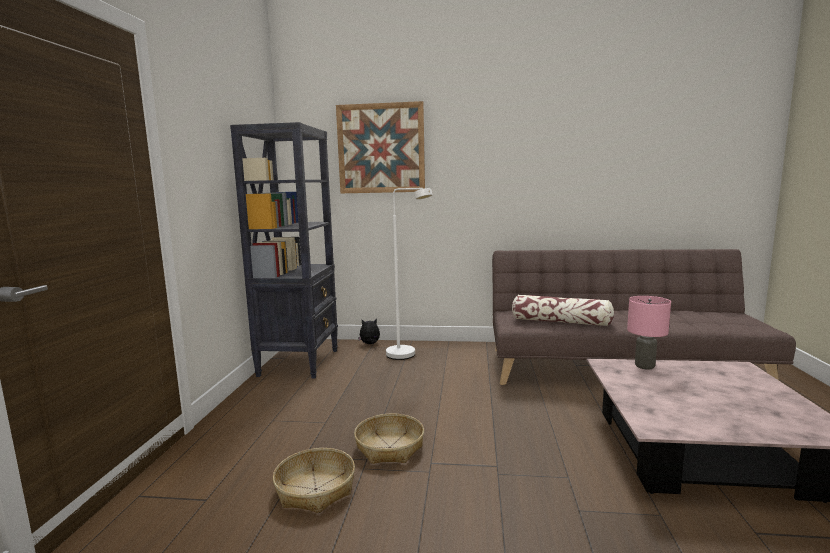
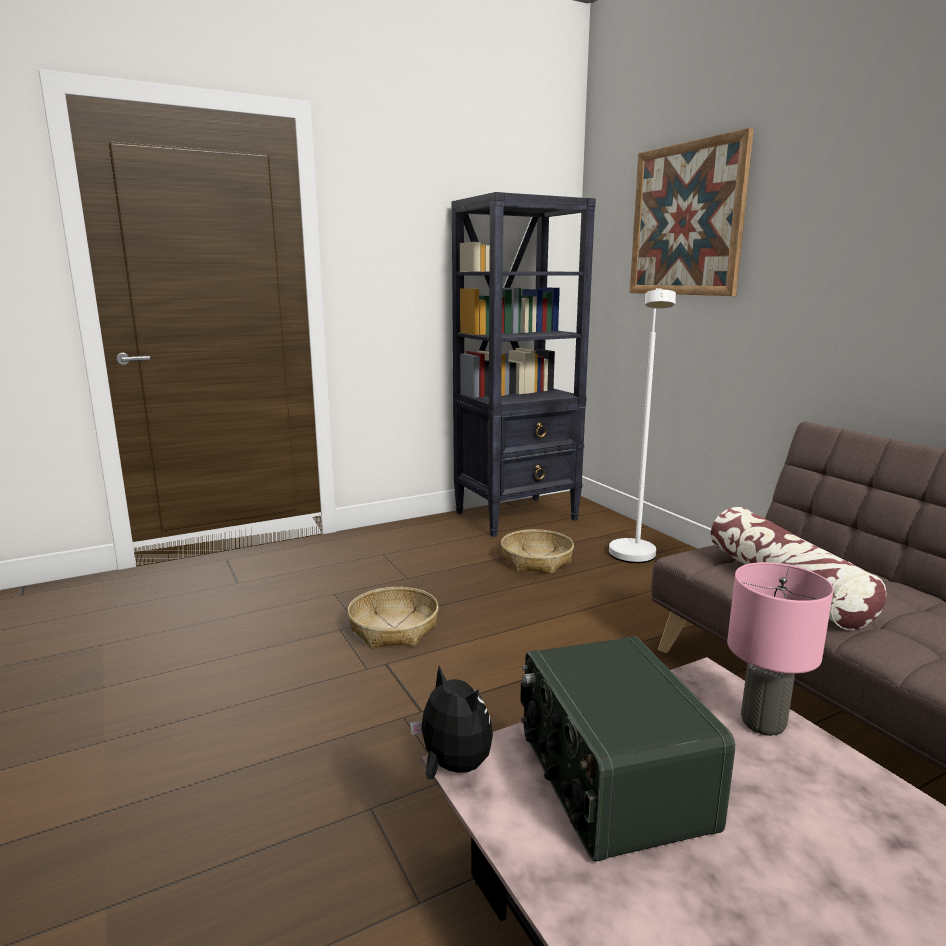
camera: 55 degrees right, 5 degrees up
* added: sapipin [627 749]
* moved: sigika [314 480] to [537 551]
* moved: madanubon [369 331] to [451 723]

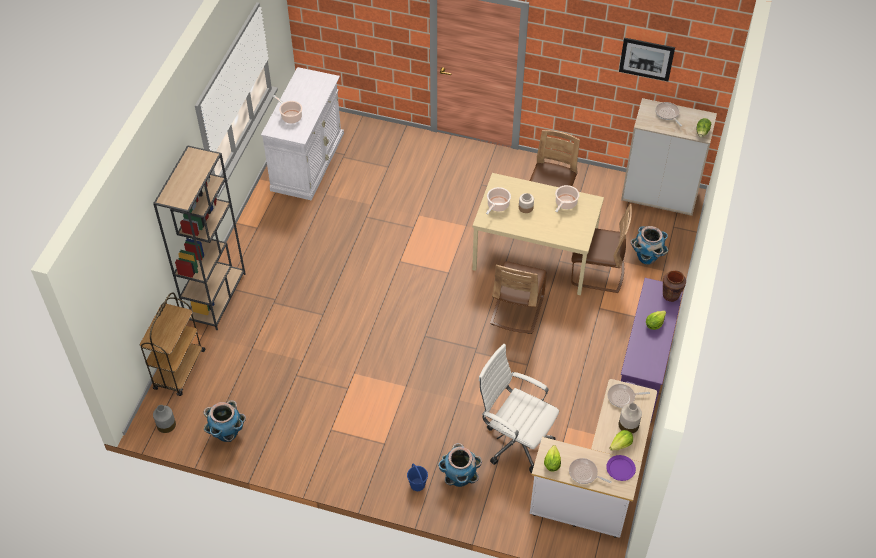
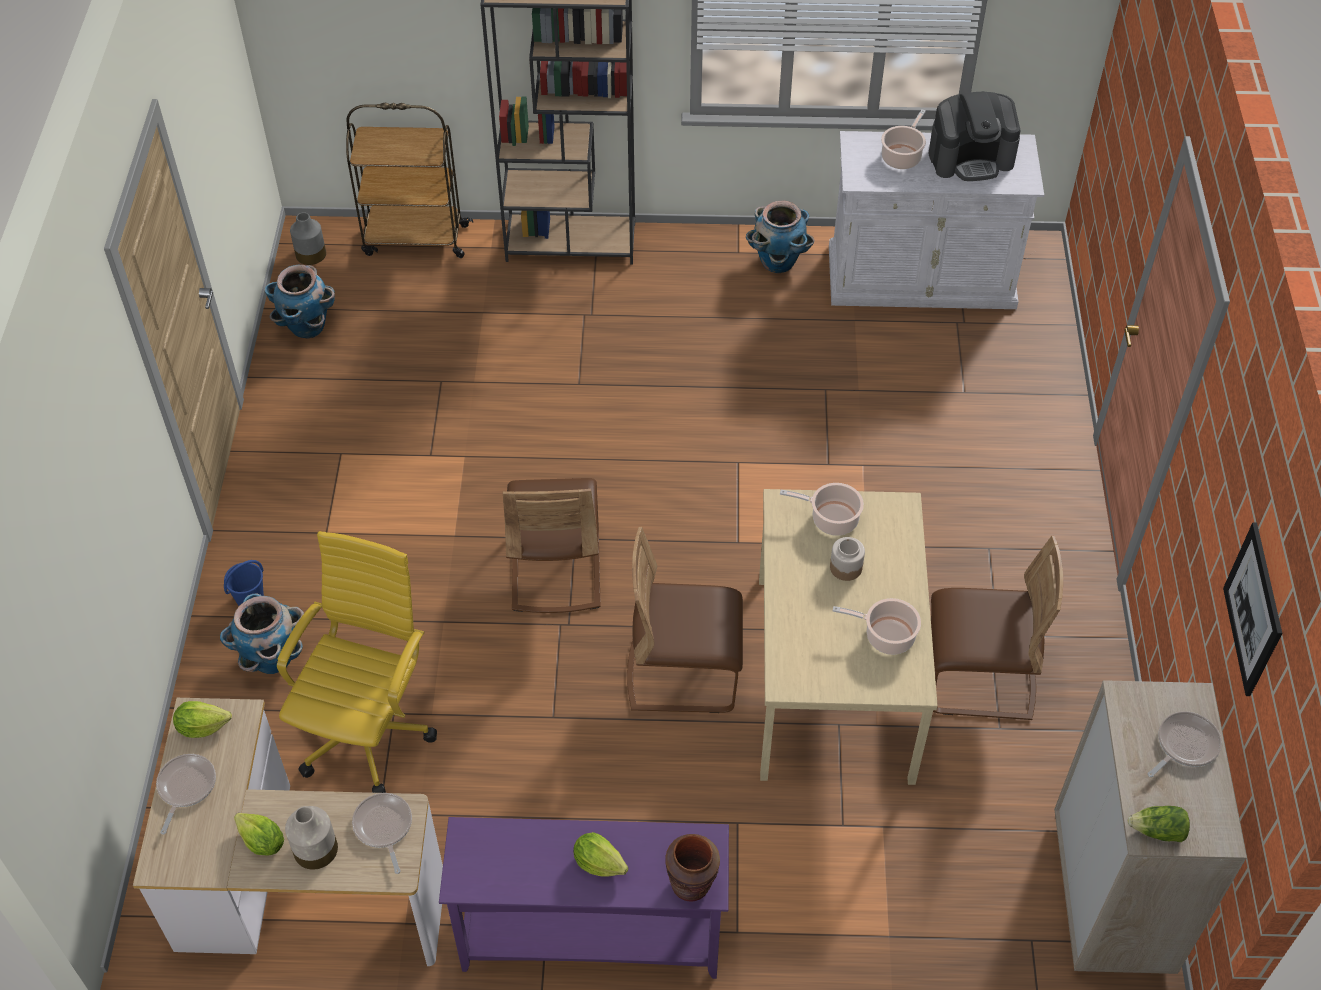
camera: 75 degrees right, 0 degrees up
* removed: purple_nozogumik [621 468]
* added: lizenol [974 136]
* moved: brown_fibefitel [601 248] to [552 545]
* moved: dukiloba [649 245] to [780 237]
* recoloured: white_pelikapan [519 408] to yellow_pelikapan [357 662]

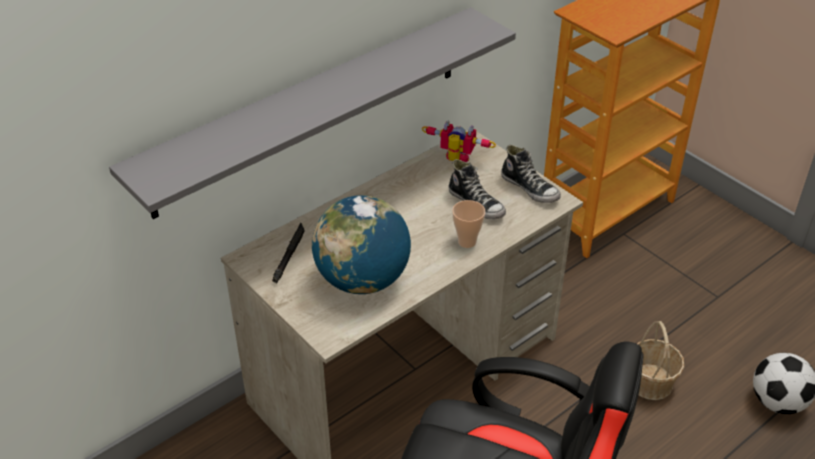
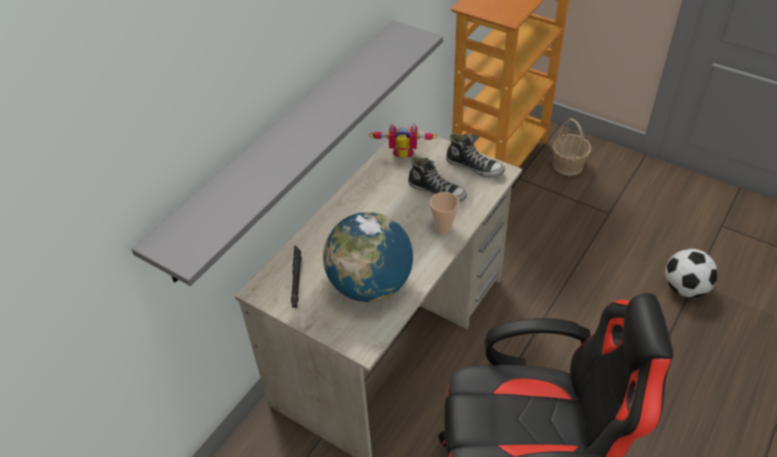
camera: 15 degrees left, 5 degrees up
* moved: sigika [660 360] to [571 147]

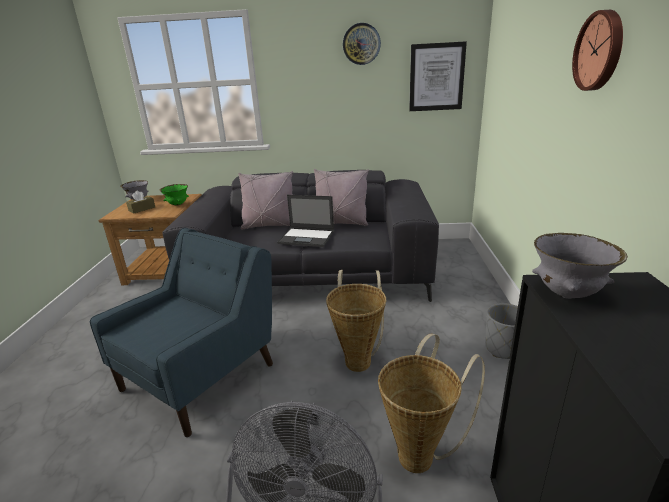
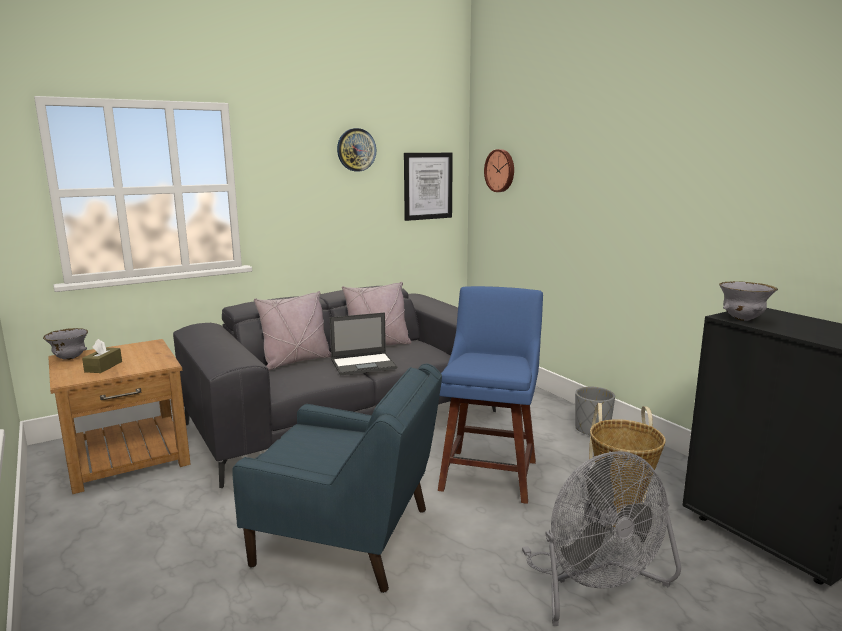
camera: 35 degrees left, 10 degrees down
* removed: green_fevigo [174 194]
* moved: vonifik [597 50] to [499 170]
* replaced: sigika [356 321] to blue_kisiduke [490 395]
* turned: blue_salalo [181 332] = [337 478] 105 degrees clockwise

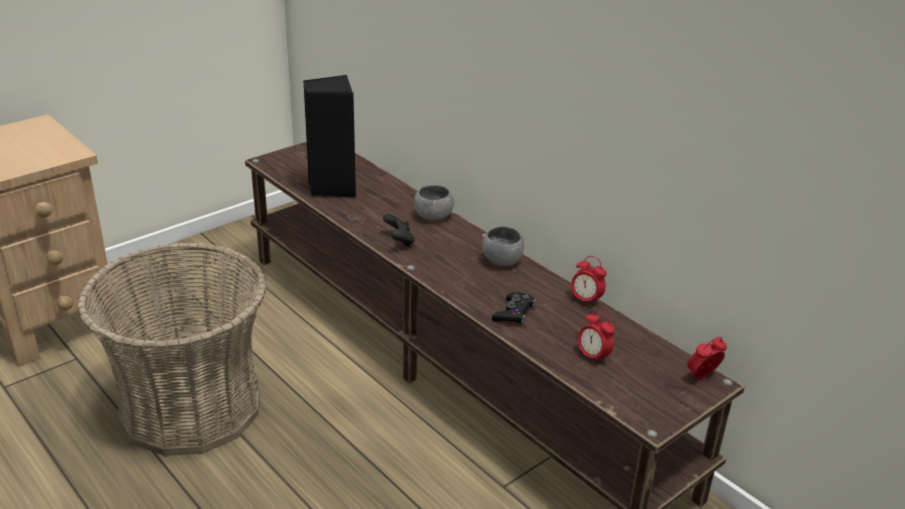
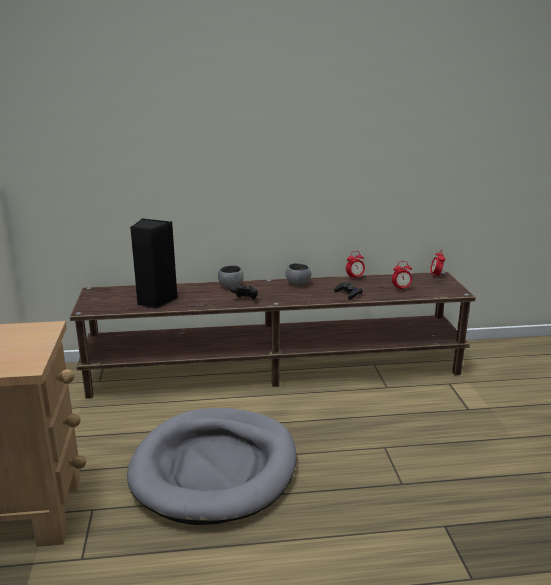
camera: 55 degrees left, 10 degrees down
* replaced: sigika [171 349] to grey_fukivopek [211 466]

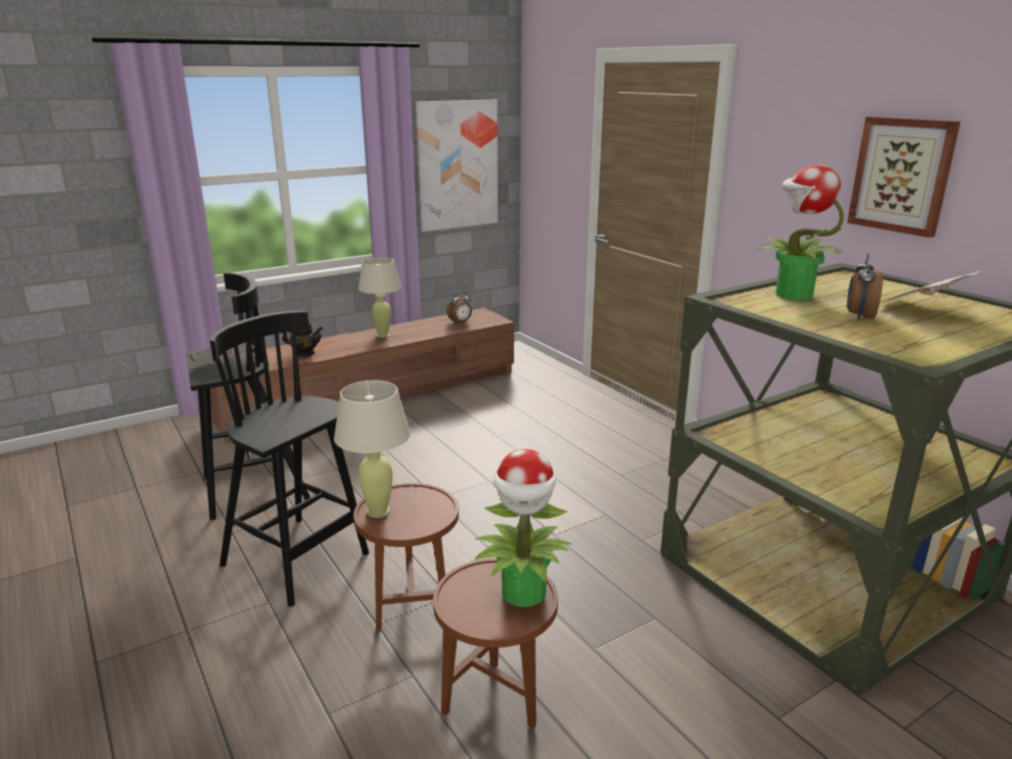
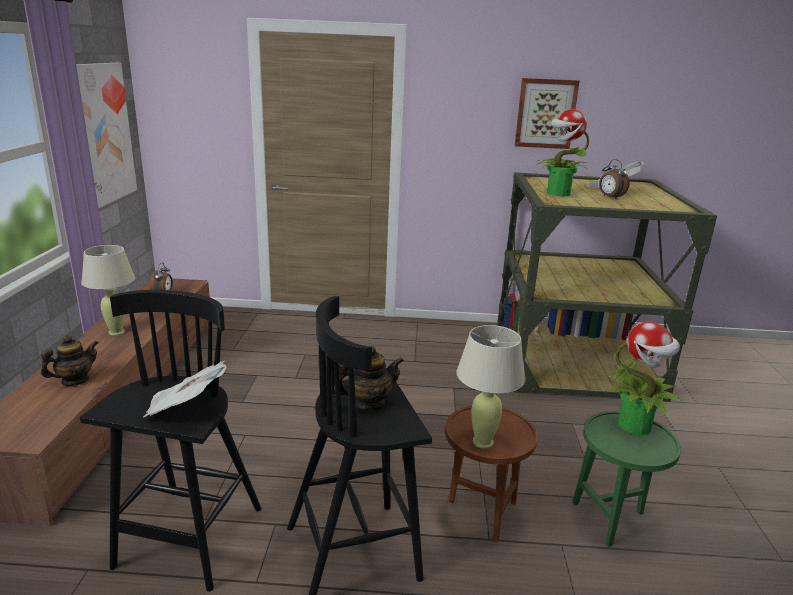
camera: 55 degrees left, 0 degrees up
* added: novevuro [369 378]
* recoloured: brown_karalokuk [495 643] to green_karalokuk [627 479]

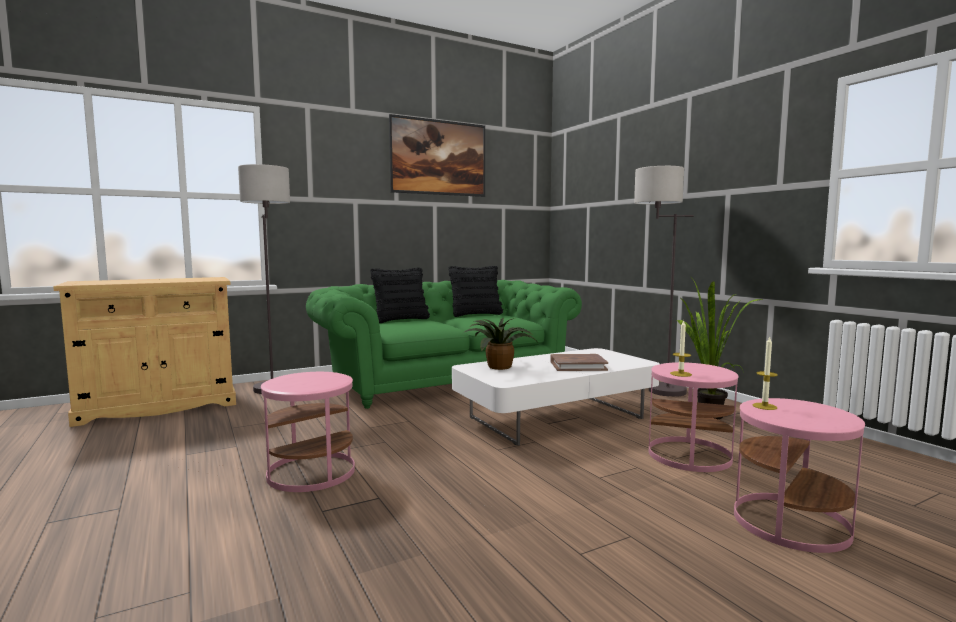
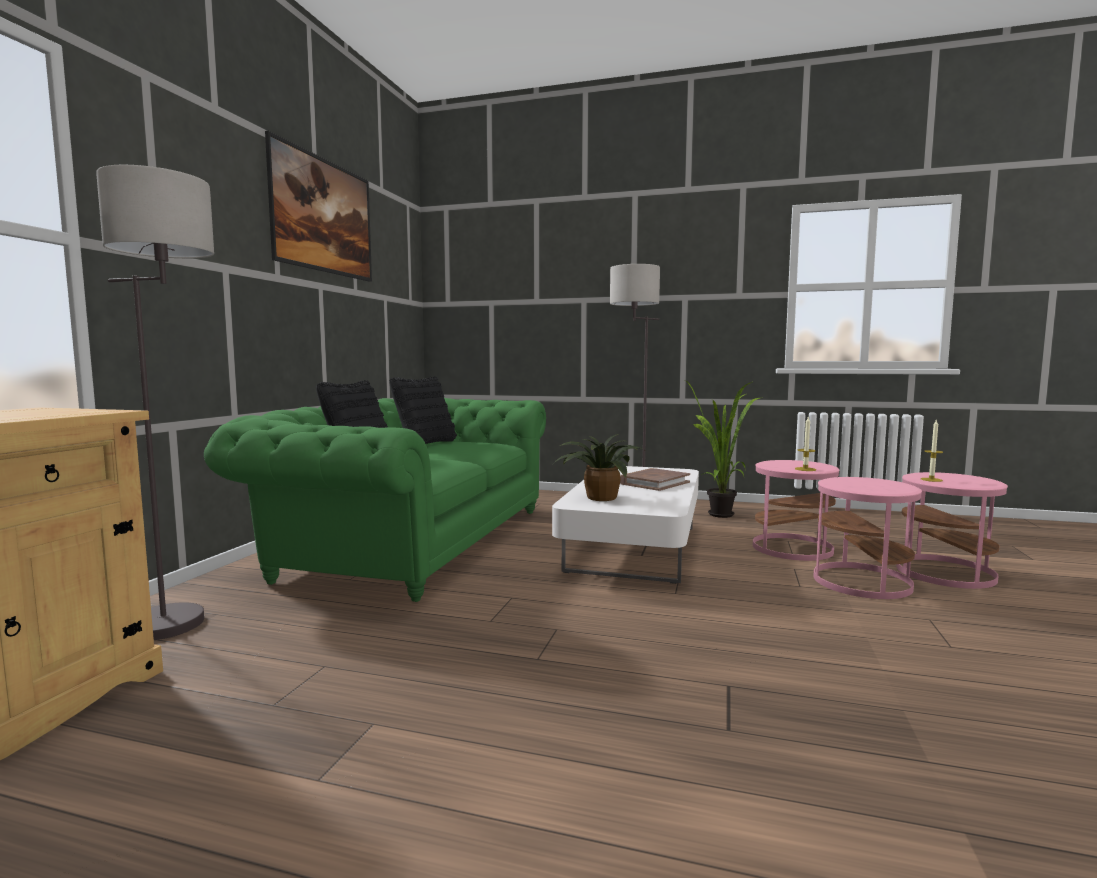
camera: 45 degrees left, 0 degrees up
* moved: pink_karalokuk [308 432] to [867 538]

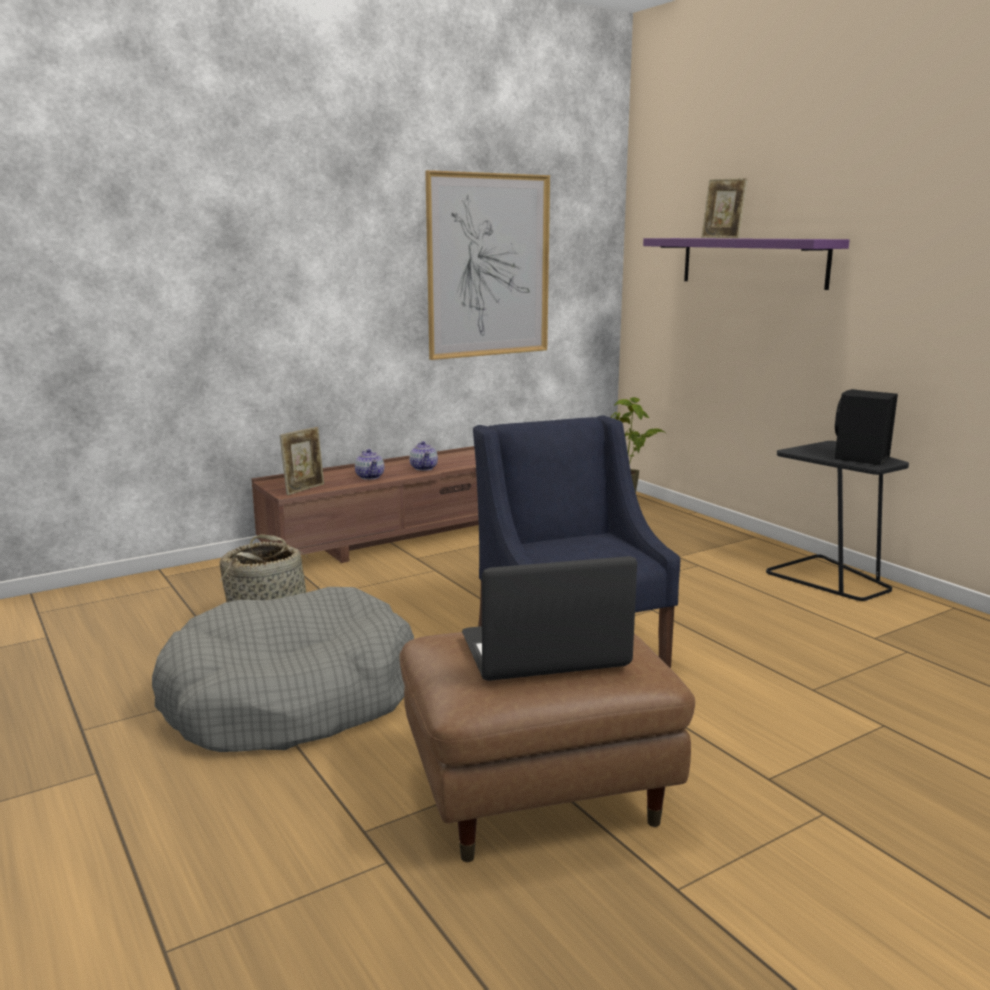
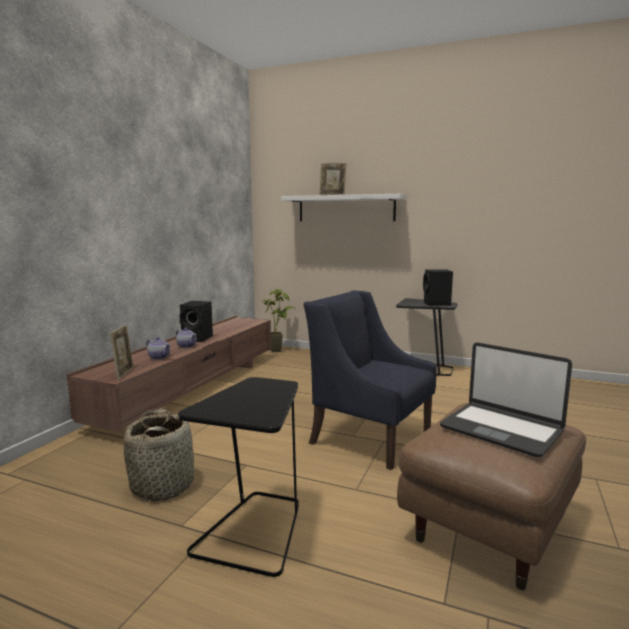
camera: 35 degrees left, 5 degrees down
* removed: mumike [487 265]
* added: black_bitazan [196 321]
* replaced: grey_fukivopek [283 669] to black_karalokuk [238 477]
* recoloured: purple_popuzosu [746 264] to white_popuzosu [343 207]
* turned: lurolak [549 618] = [506 399] 90 degrees counterclockwise

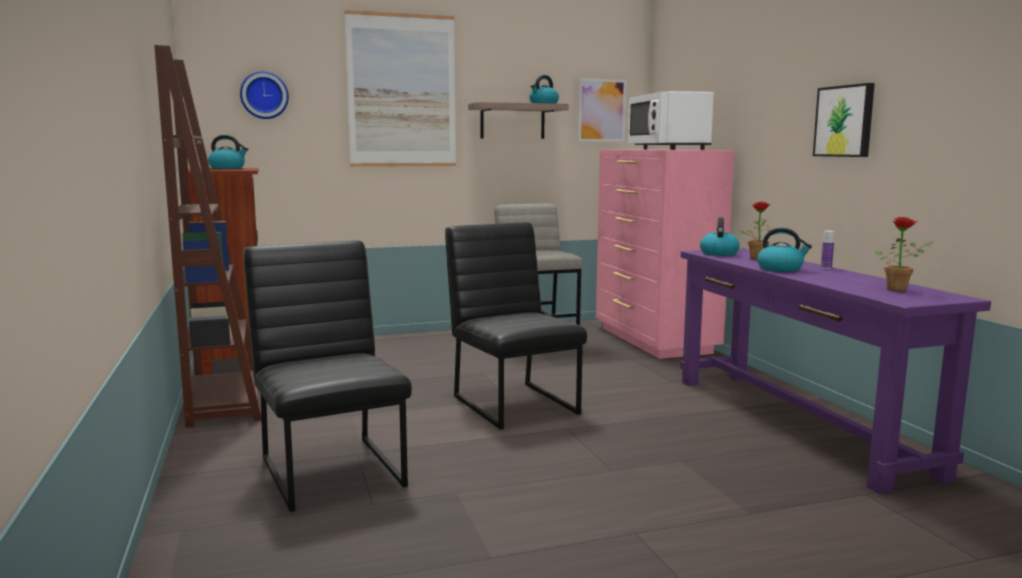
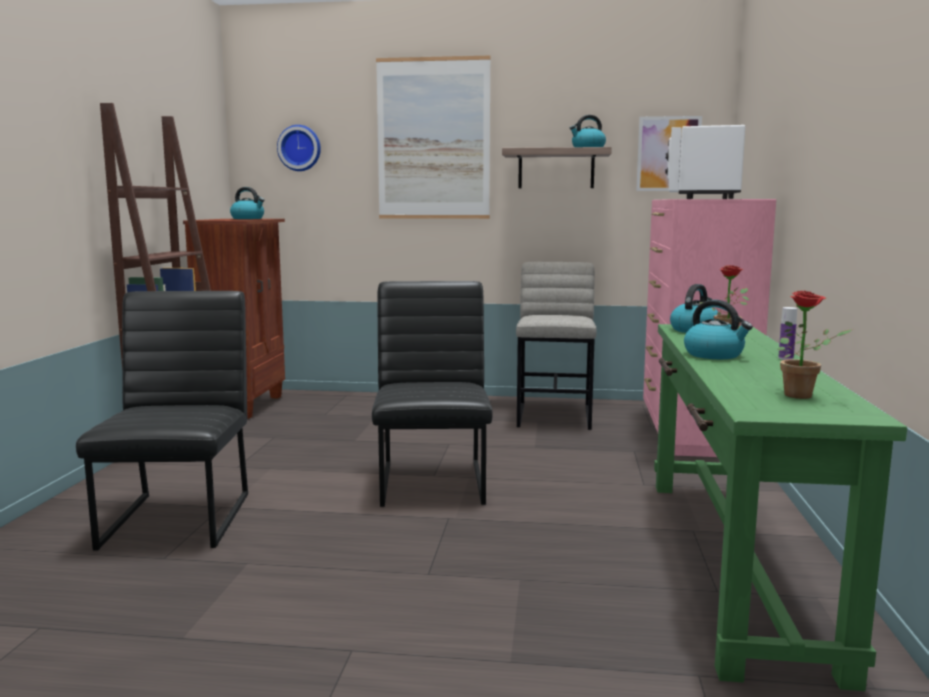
camera: 25 degrees right, 0 degrees up
* removed: mumike [844 120]
* recoloured: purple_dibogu [835 371] to green_dibogu [780 507]

